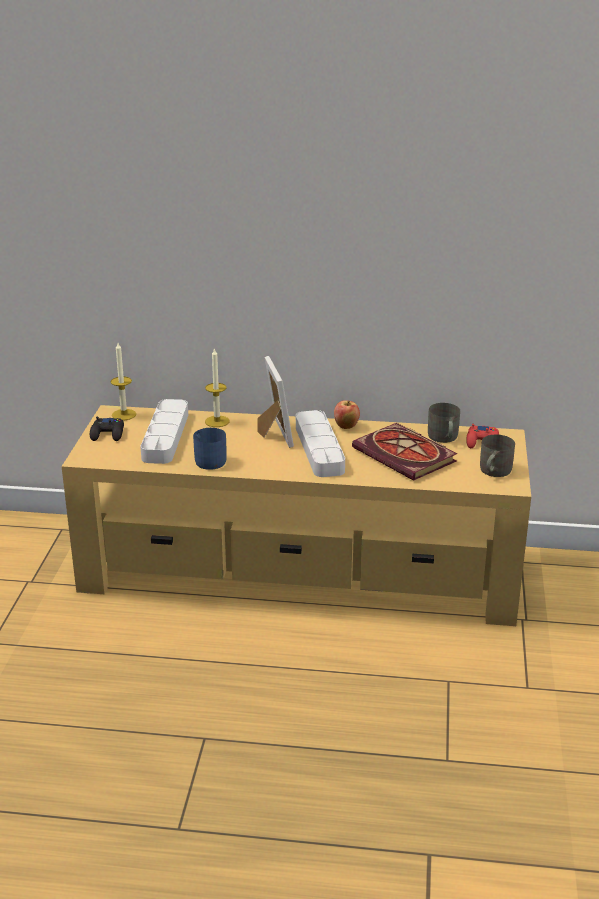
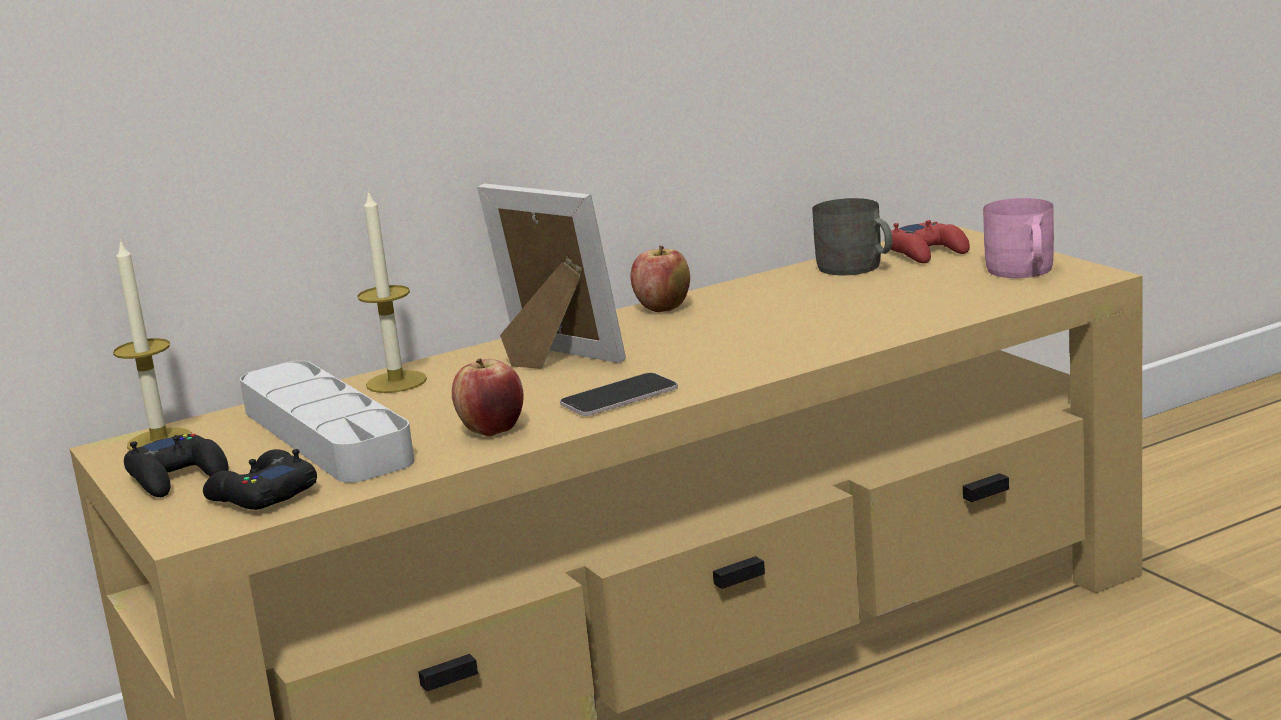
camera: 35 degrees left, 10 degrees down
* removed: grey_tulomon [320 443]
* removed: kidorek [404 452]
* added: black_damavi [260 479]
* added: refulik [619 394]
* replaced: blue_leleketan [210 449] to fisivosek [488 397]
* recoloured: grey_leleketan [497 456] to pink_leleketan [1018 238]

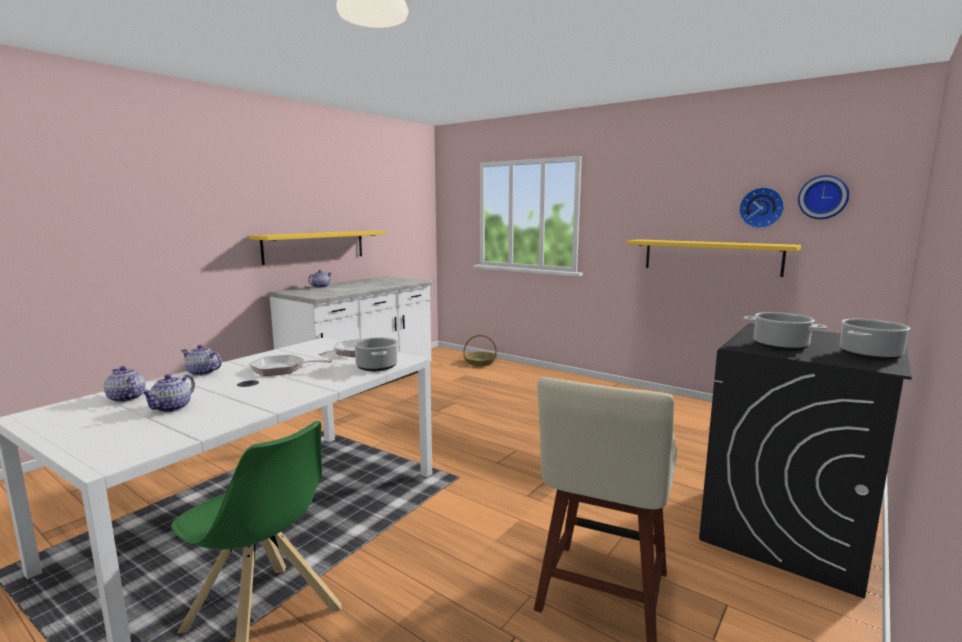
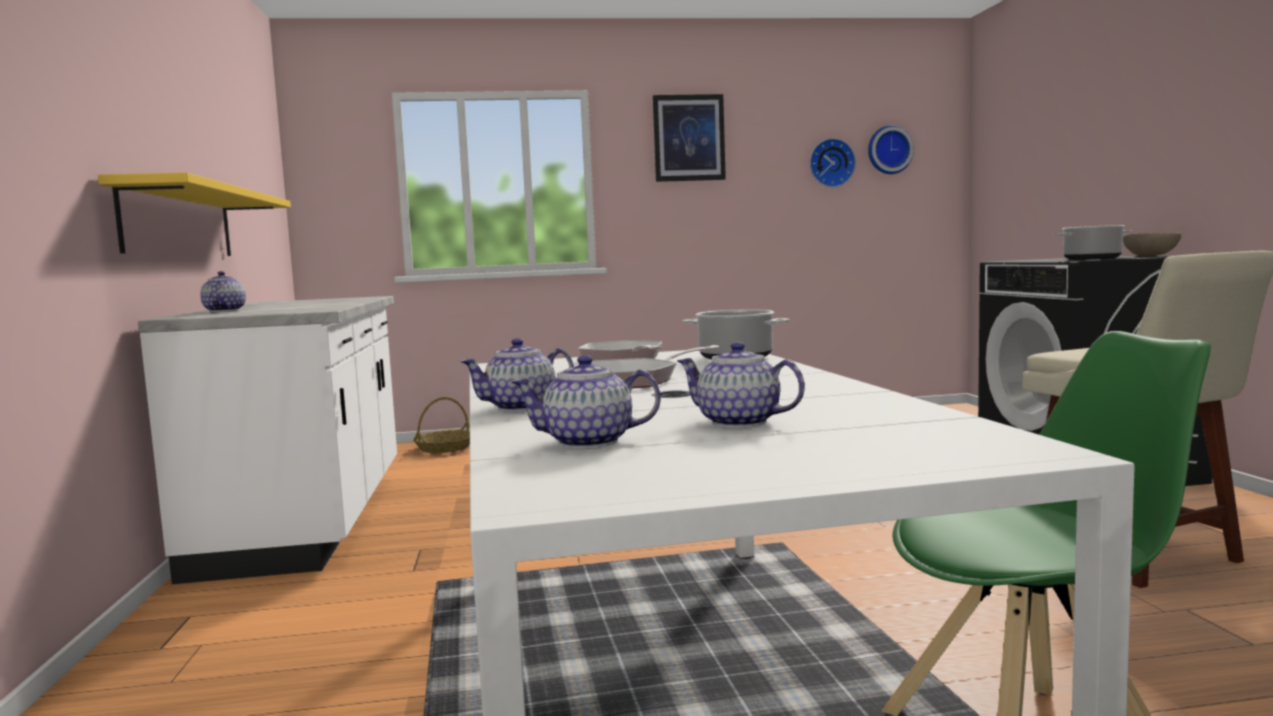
camera: 45 degrees left, 5 degrees down
* removed: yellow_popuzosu [713 258]
* added: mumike [689 138]
* replaced: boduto [875 339] to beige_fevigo [1152 244]
* turned: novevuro [168 393] = [741 385] 150 degrees clockwise

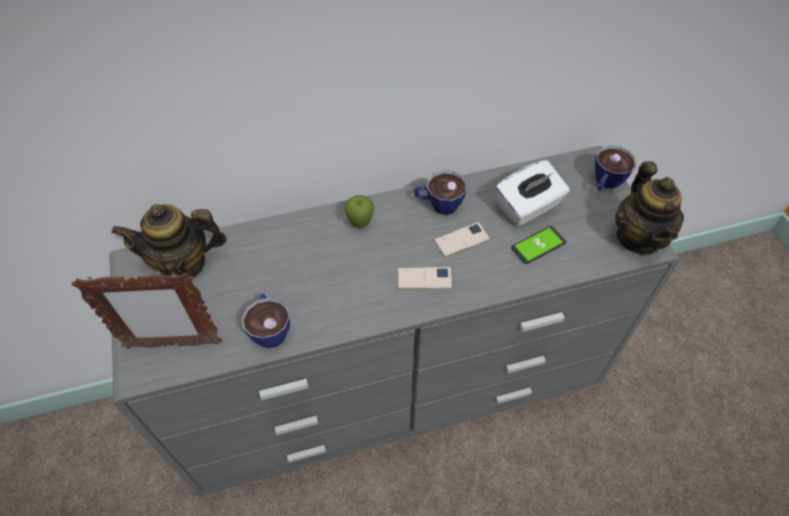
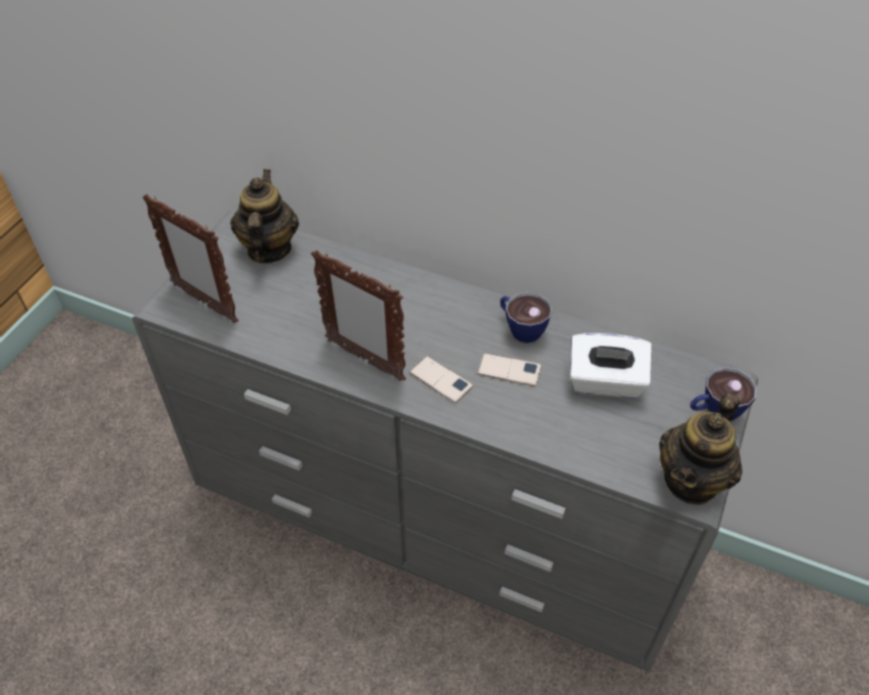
camera: 40 degrees right, 5 degrees down
* removed: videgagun [266 321]
* removed: fisivosek [359 211]
* removed: refulik [538 245]
* added: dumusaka [358 315]
* turned: novevuro [169 241] = [264 216] 60 degrees clockwise

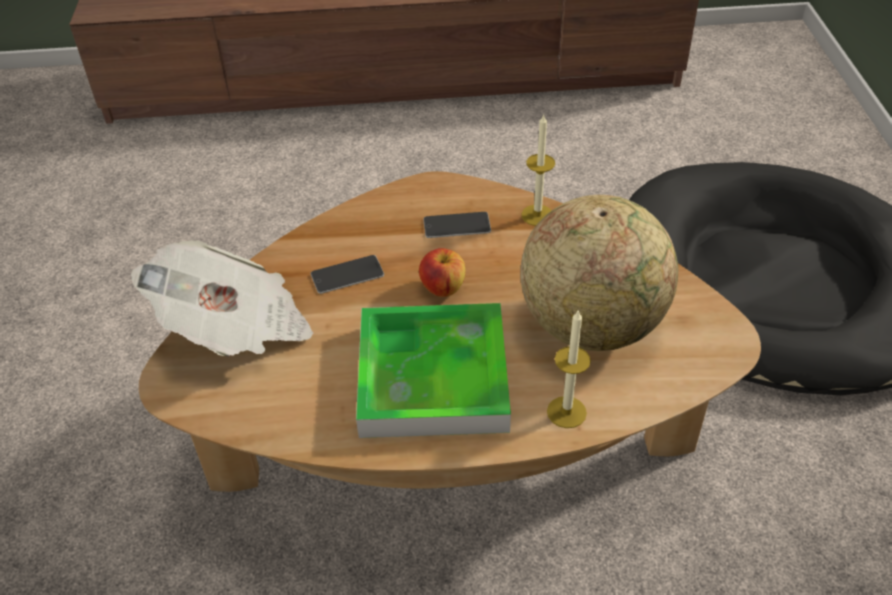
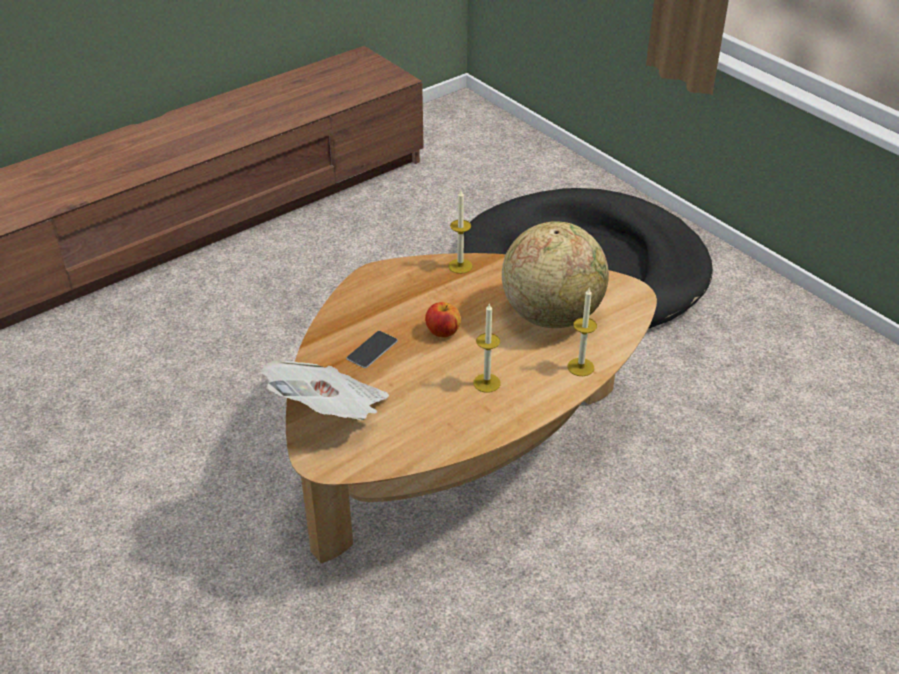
camera: 35 degrees left, 5 degrees down
* removed: refulik [457 225]
* replaced: tulomon [433 370] to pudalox [487 348]

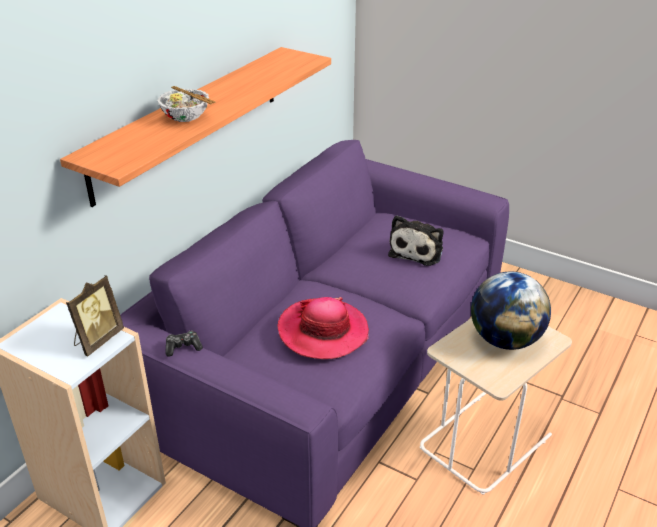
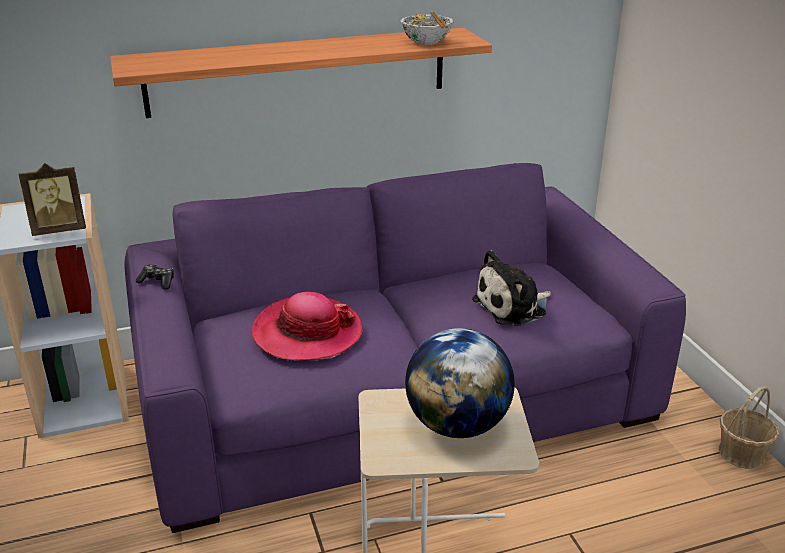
camera: 40 degrees right, 5 degrees down
* added: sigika [749 427]
* moved: fevigo [186 104] to [426 28]

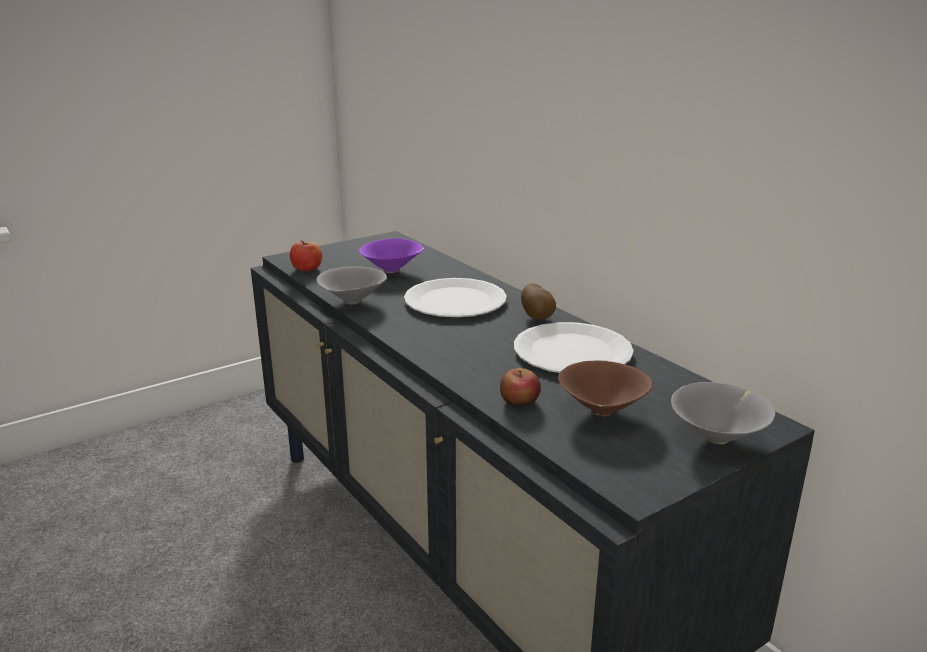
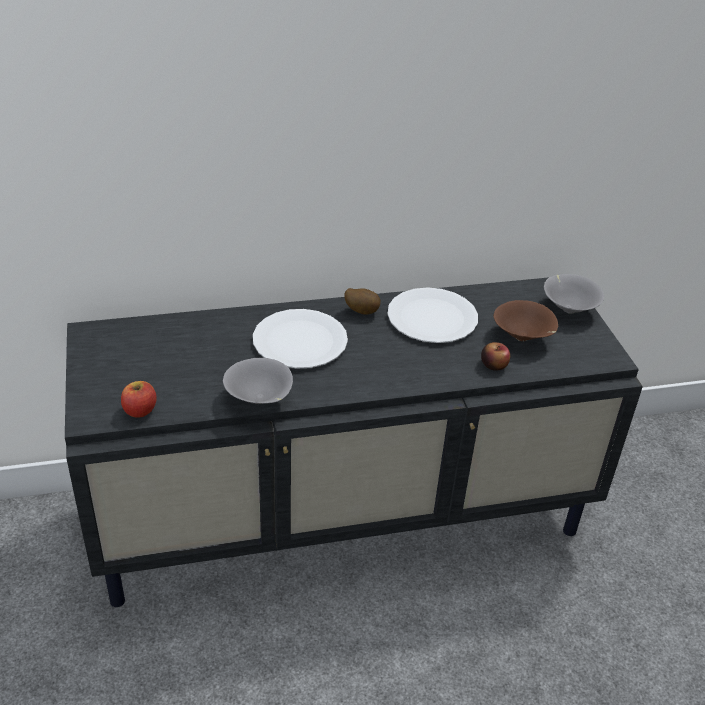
camera: 70 degrees left, 15 degrees up
* removed: purple_fevigo [391 255]

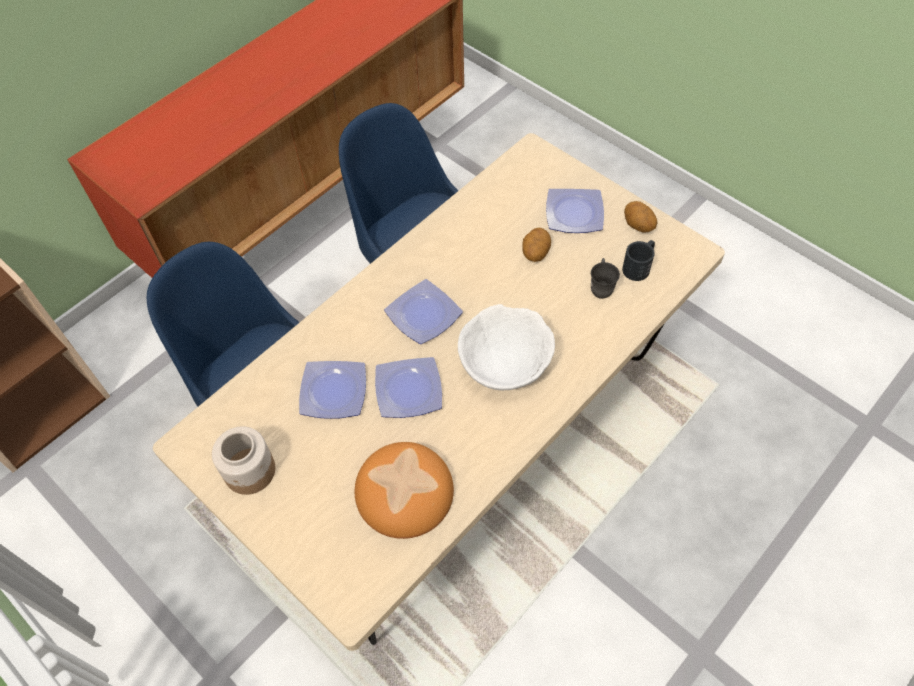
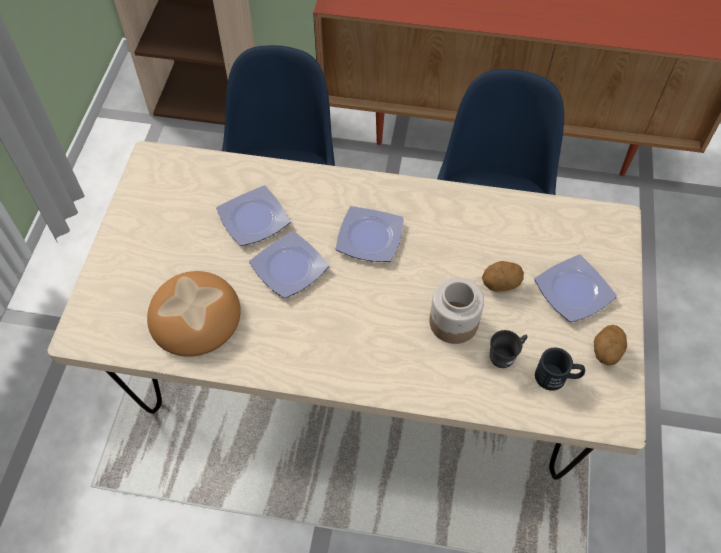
camera: 55 degrees right, 0 degrees up
* removed: white_fevigo [506 347]
* moved: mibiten [243 460] to [456 311]

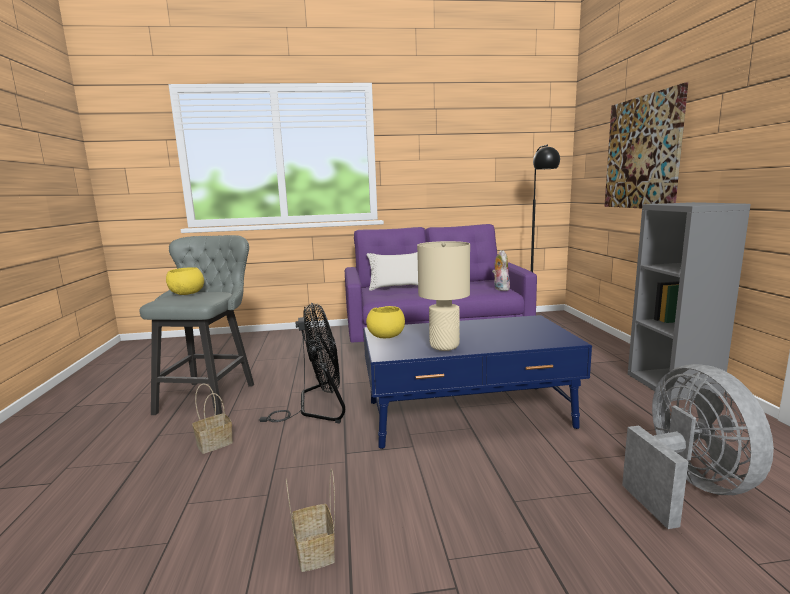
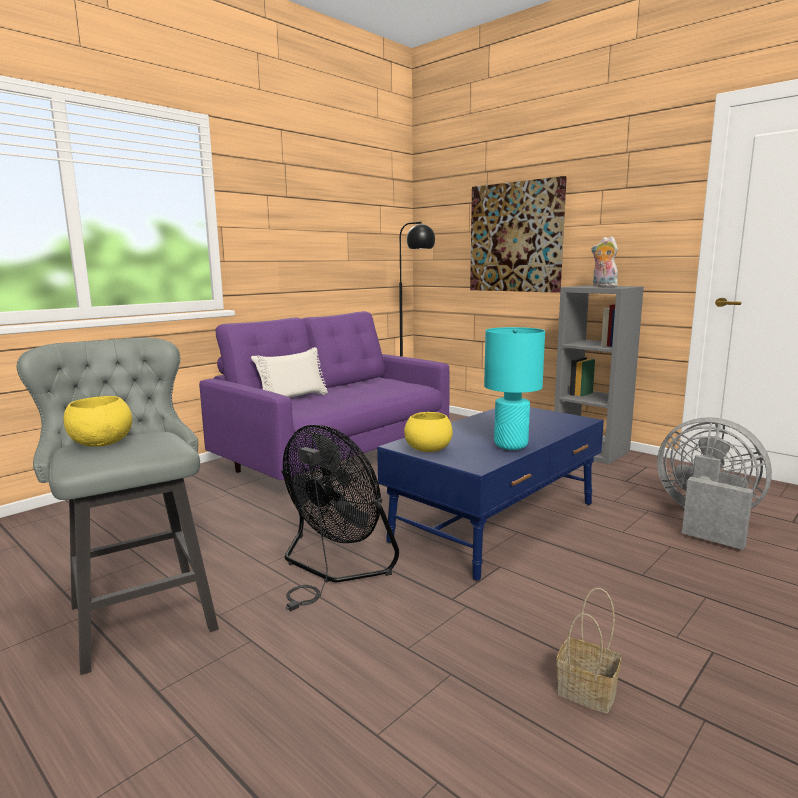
camera: 40 degrees left, 0 degrees up
* removed: sigika [212 419]
* moved: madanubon [501 270] to [604 261]
* recoloured: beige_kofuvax [443 296] to turquoise_kofuvax [514 388]

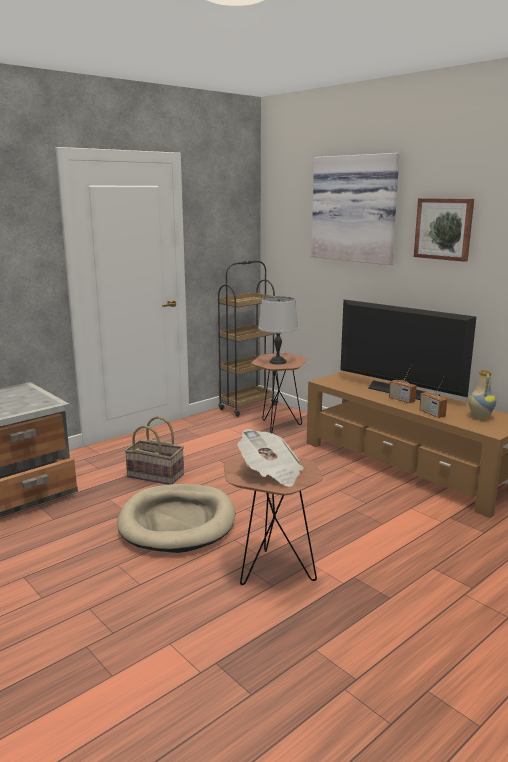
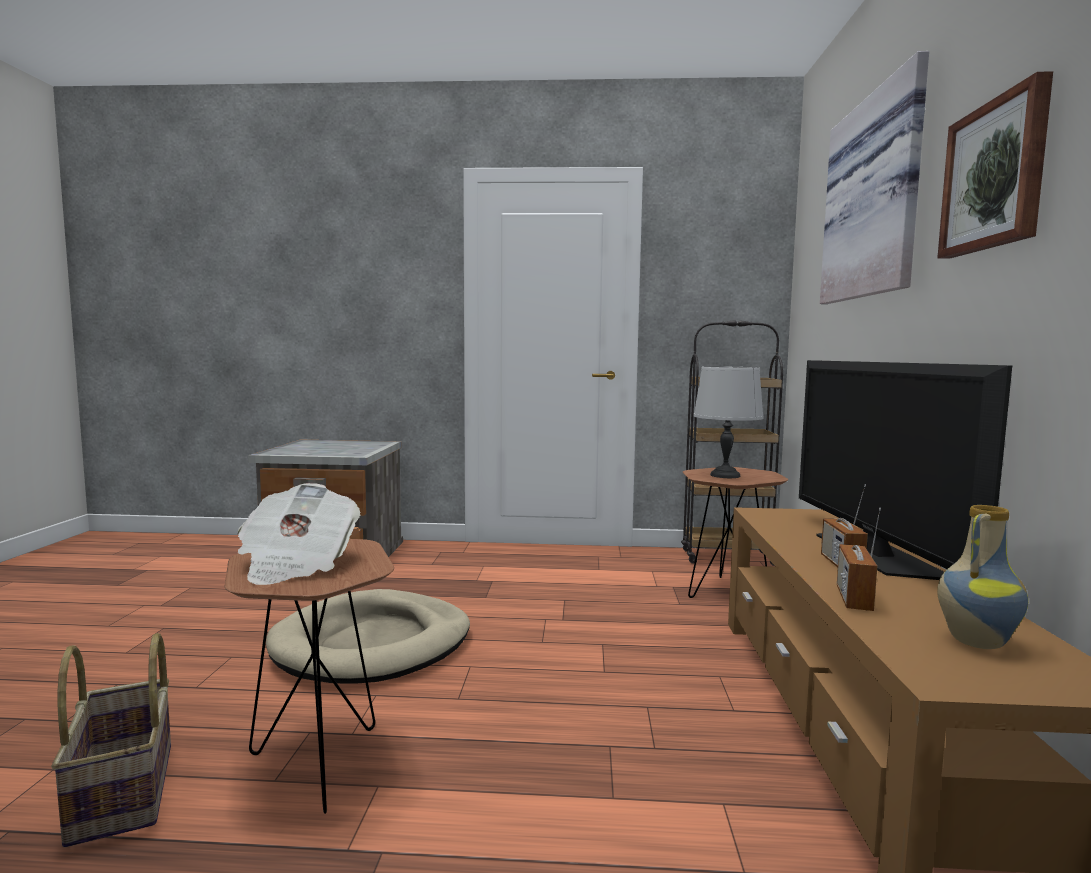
camera: 45 degrees right, 10 degrees down
* moved: sigika [154 450] to [111 740]

